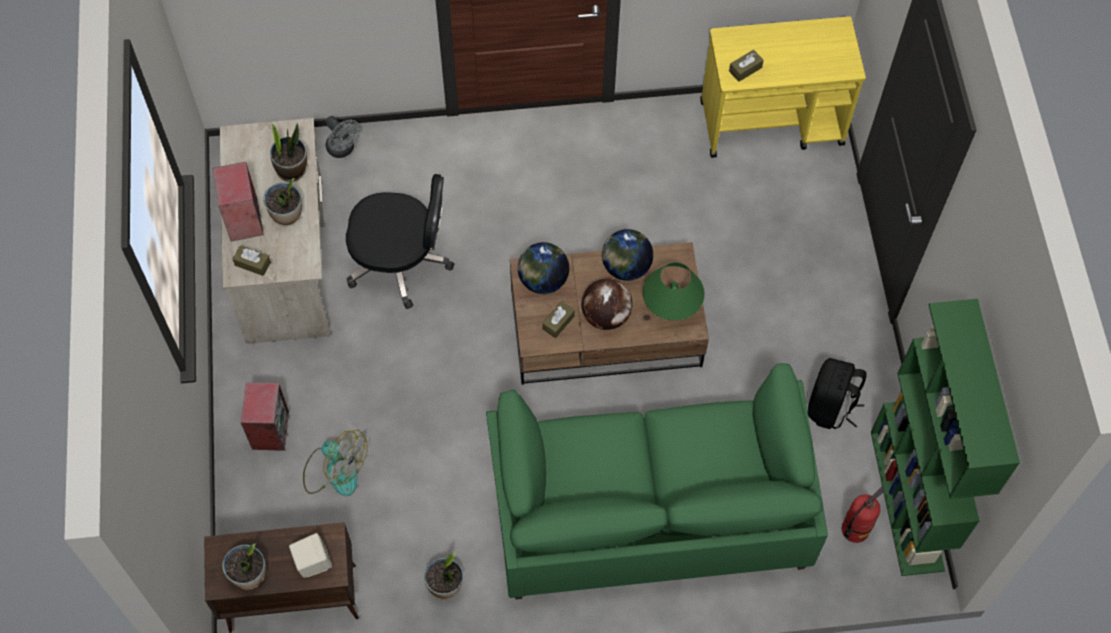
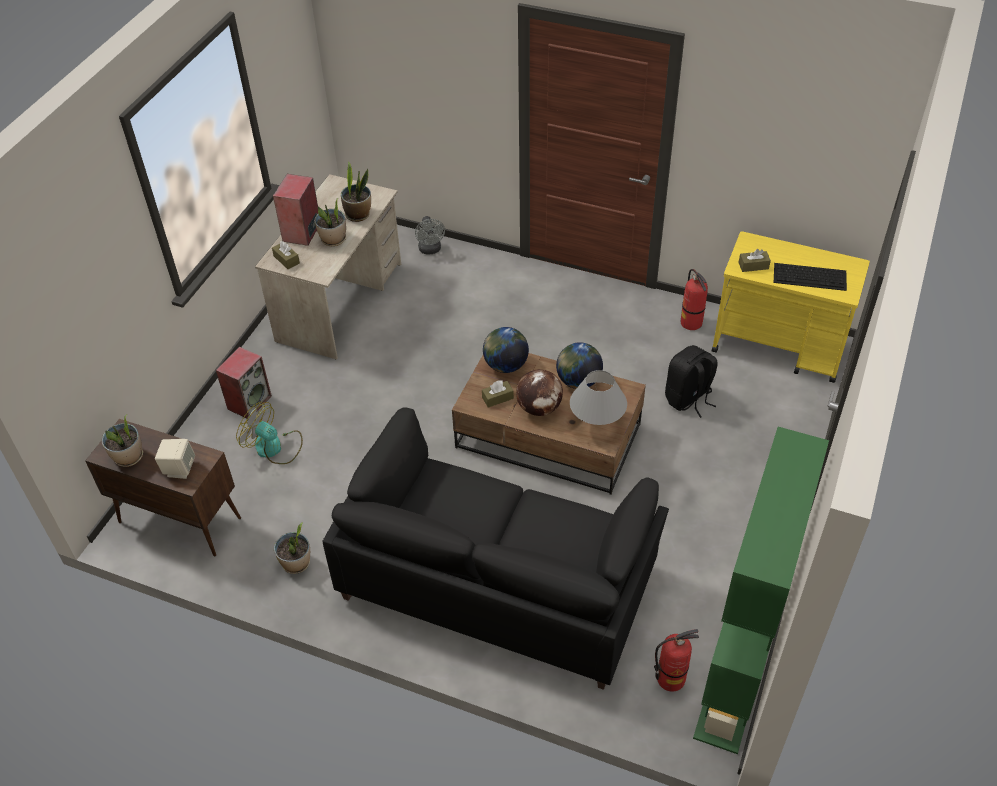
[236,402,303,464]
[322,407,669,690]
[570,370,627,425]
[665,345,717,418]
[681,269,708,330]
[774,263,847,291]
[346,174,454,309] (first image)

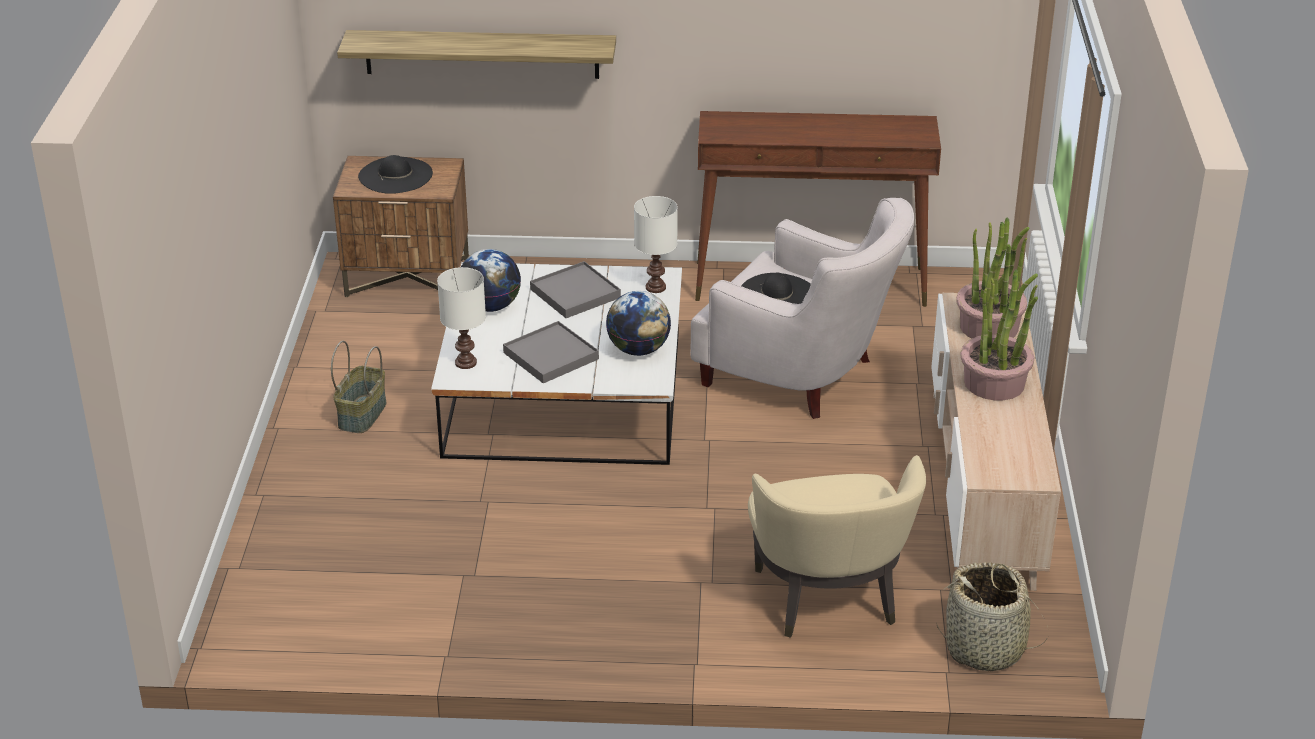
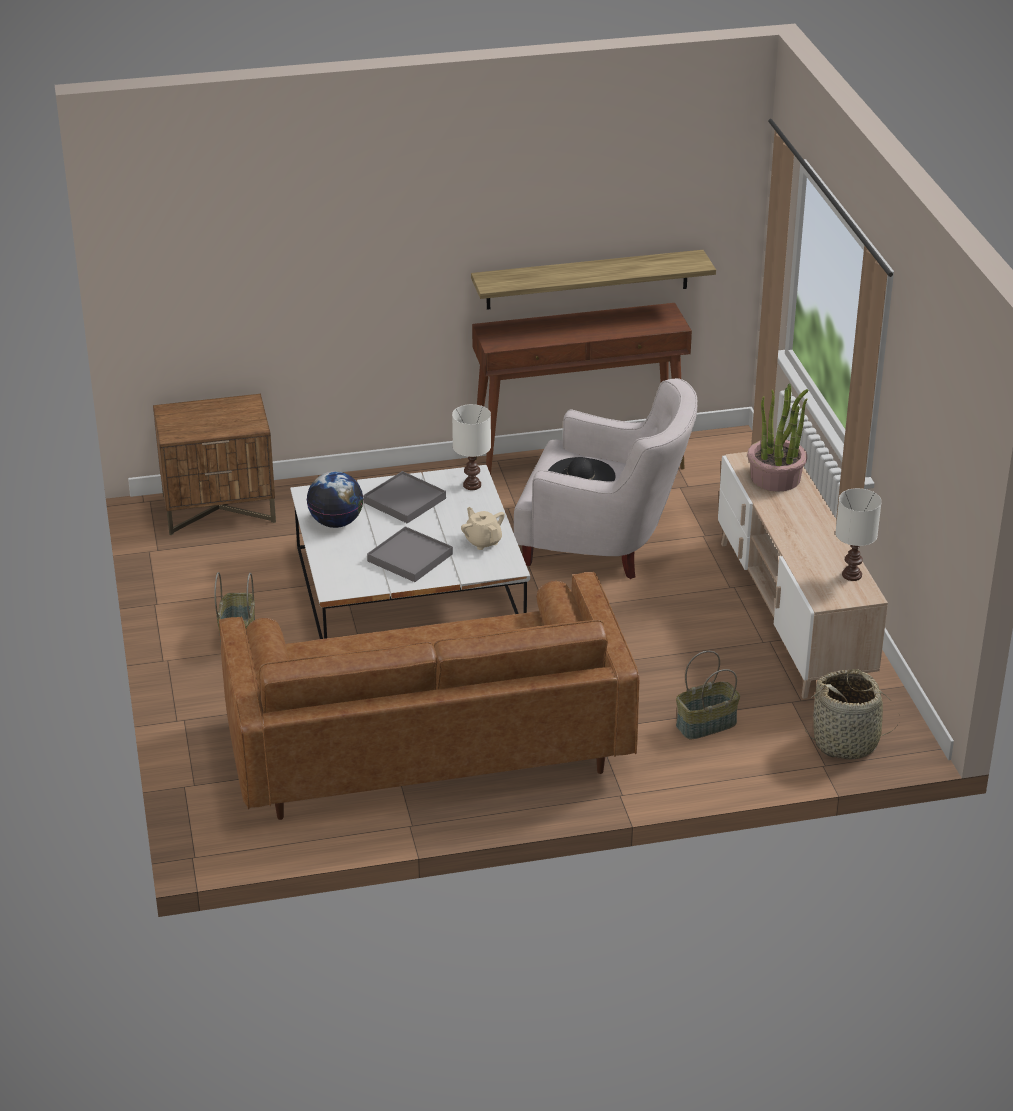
[219,572,639,820]
[461,507,505,550]
[471,250,716,310]
[676,651,740,739]
[835,488,882,581]
[358,155,433,194] (first image)
[961,269,1038,400] (first image)

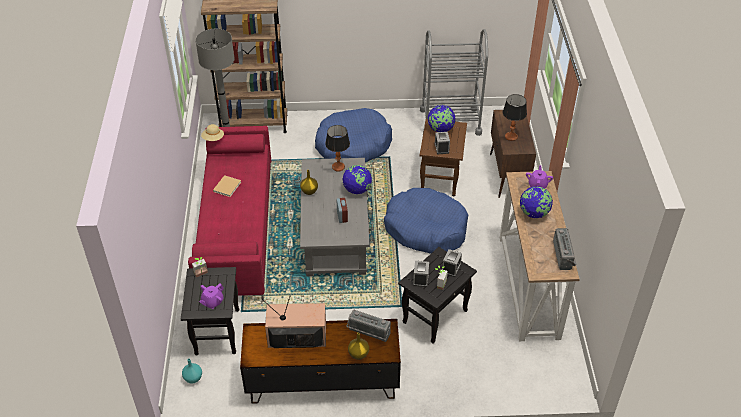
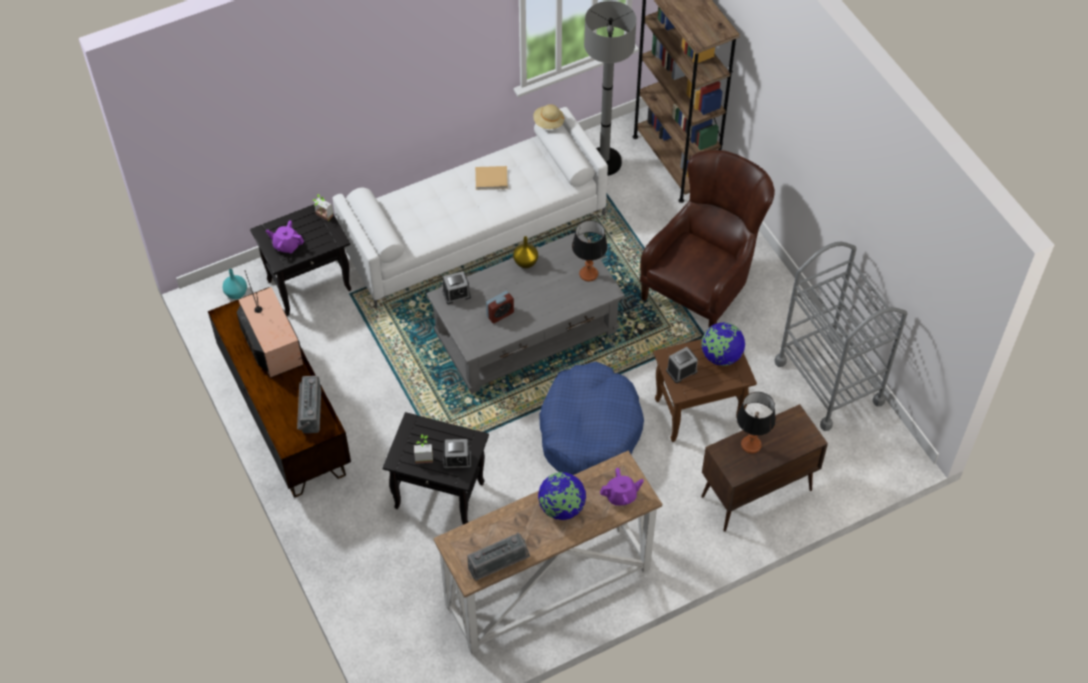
[333,107,608,308]
[442,271,471,304]
[640,150,775,328]
[343,165,372,194] (first image)
[348,333,369,360] (first image)

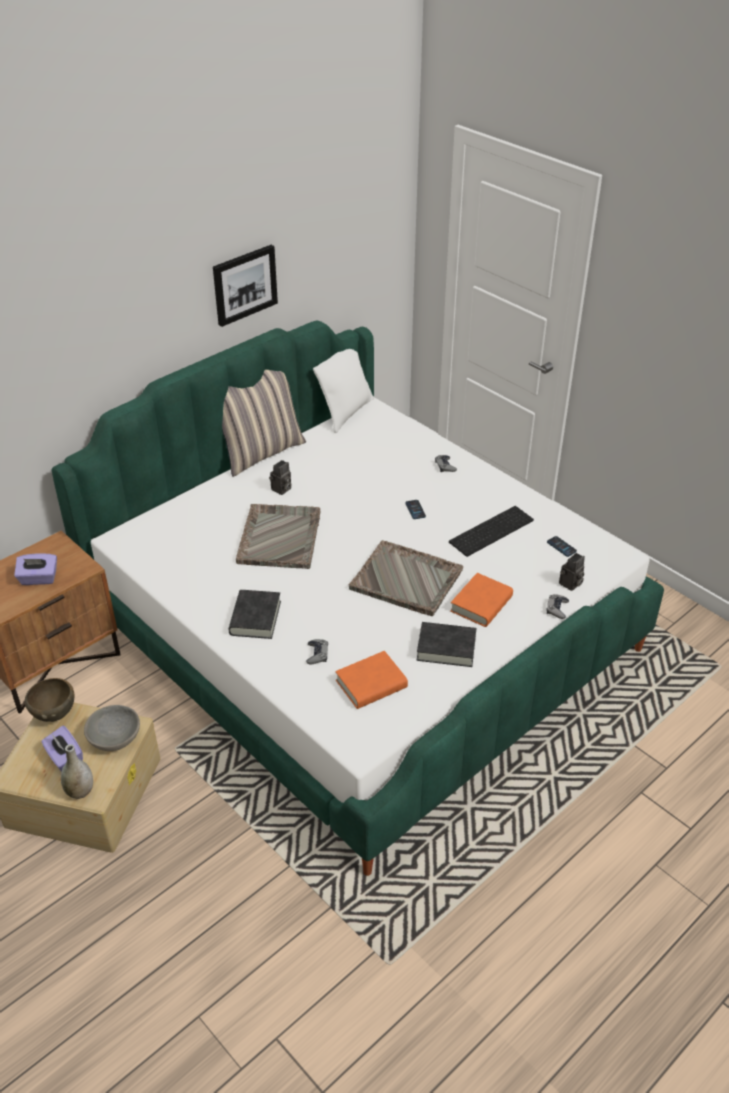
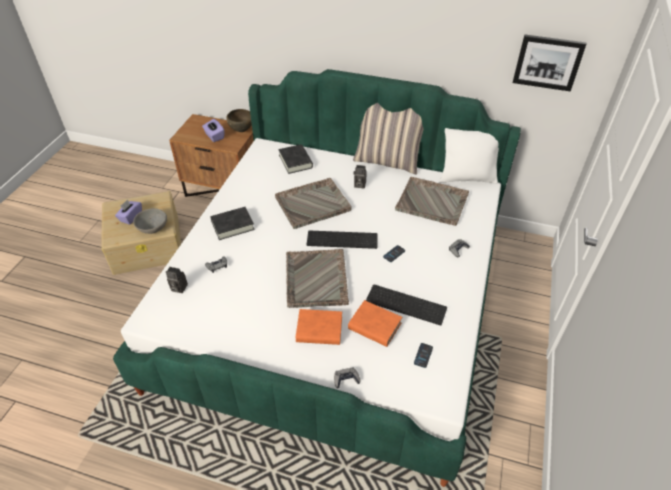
[166,267,188,293]
[226,109,252,132]
[279,144,313,174]
[307,231,377,249]
[348,300,402,347]
[395,177,469,226]
[513,35,586,91]
[61,744,93,799] (first image)

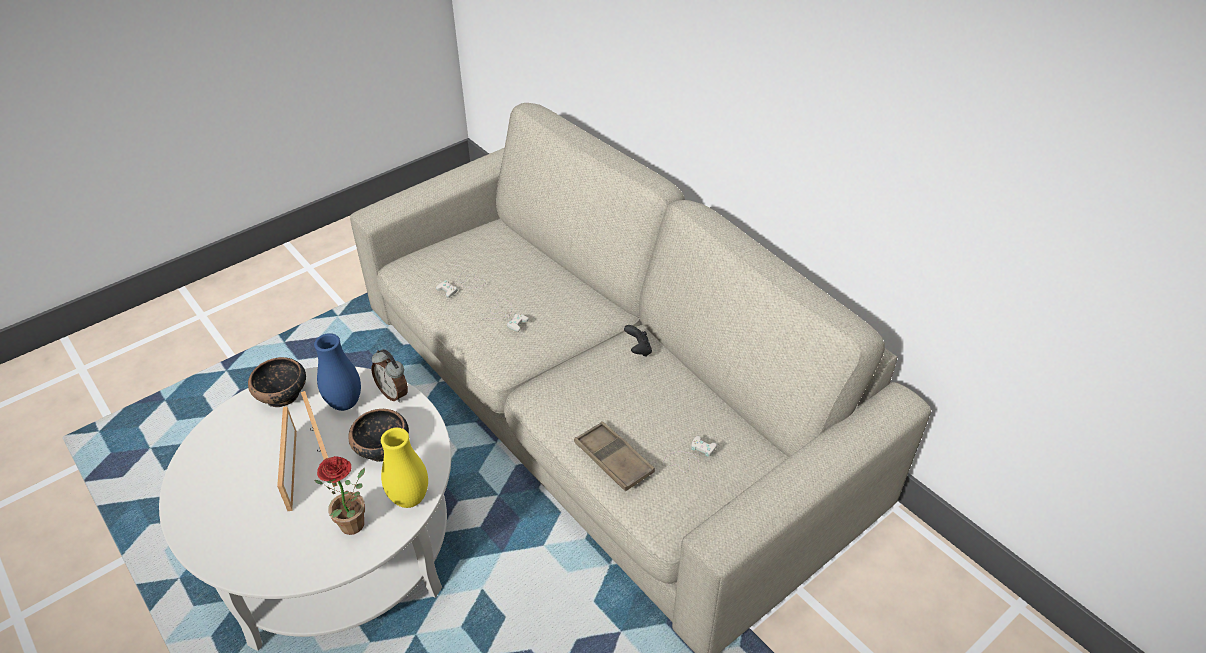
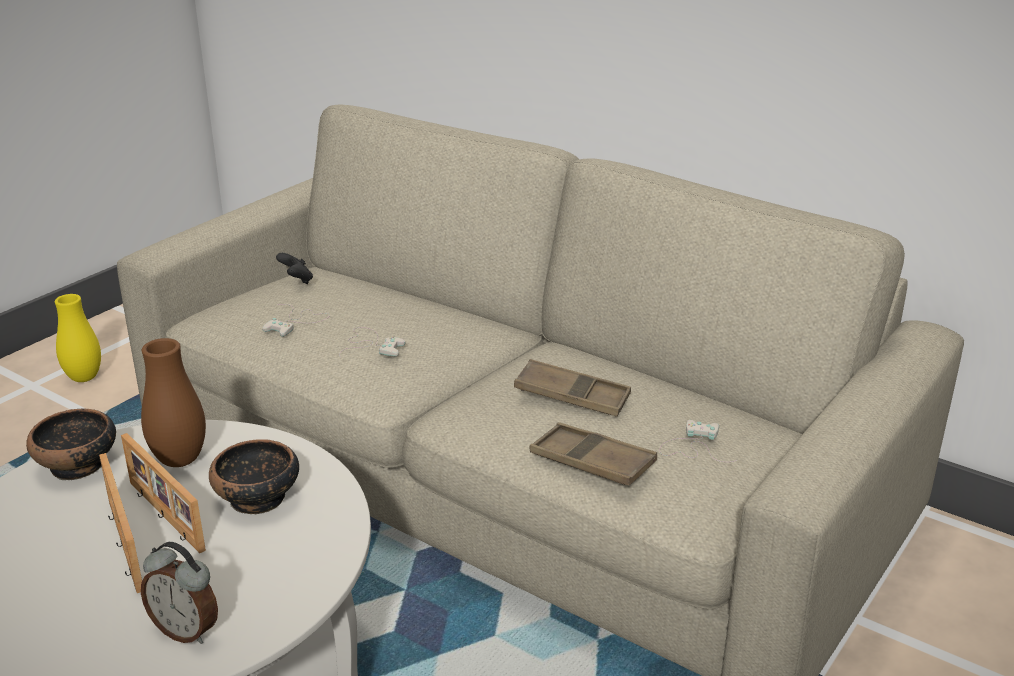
[55,294,101,382]
[141,338,206,467]
[141,542,218,644]
[276,253,313,284]
[514,359,631,417]
[314,456,365,535] (first image)

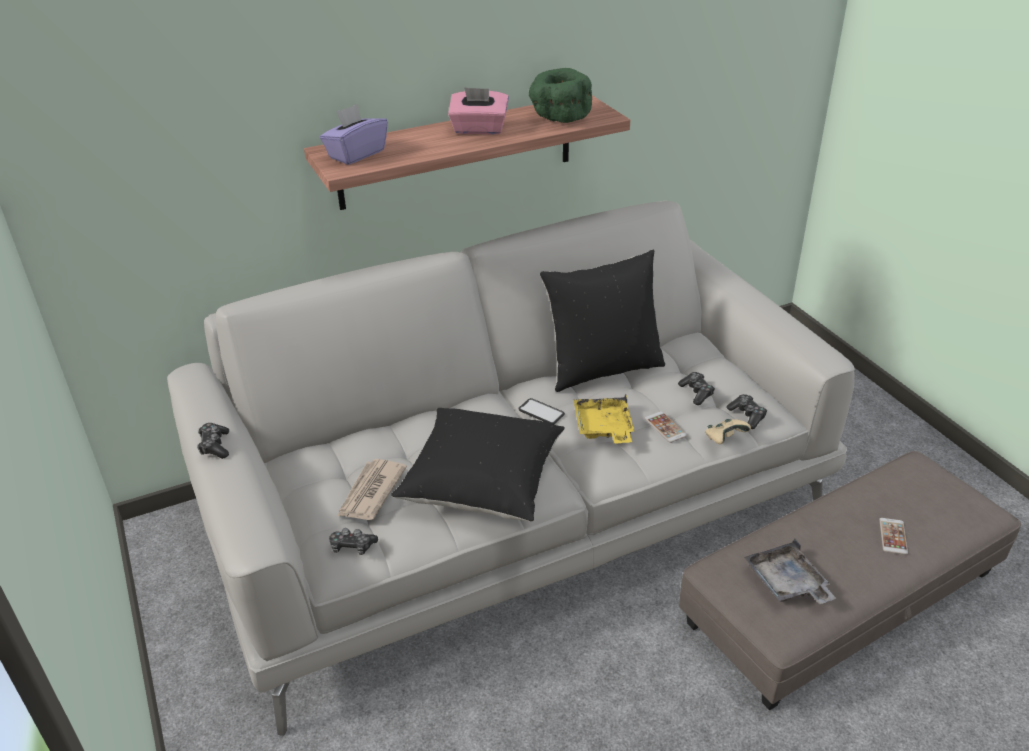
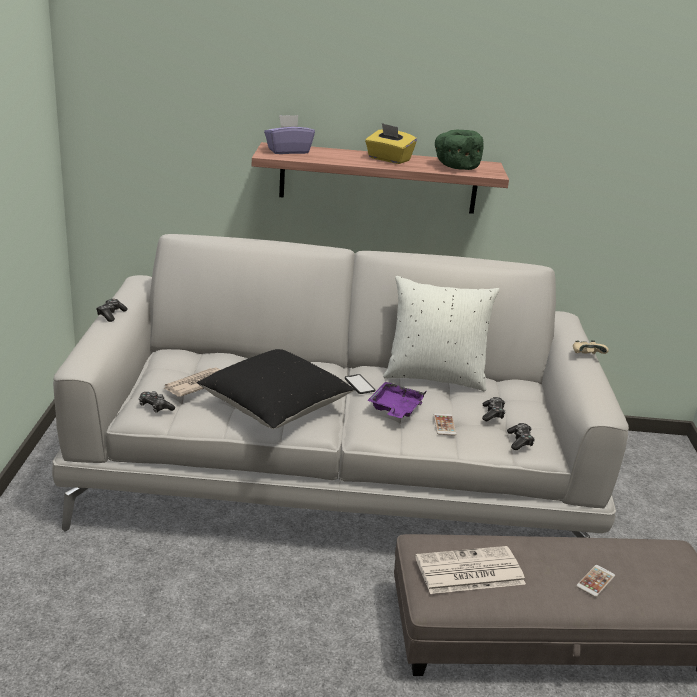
[365,123,417,164]
[367,382,427,418]
[383,276,499,391]
[415,546,526,594]
[573,340,609,354]

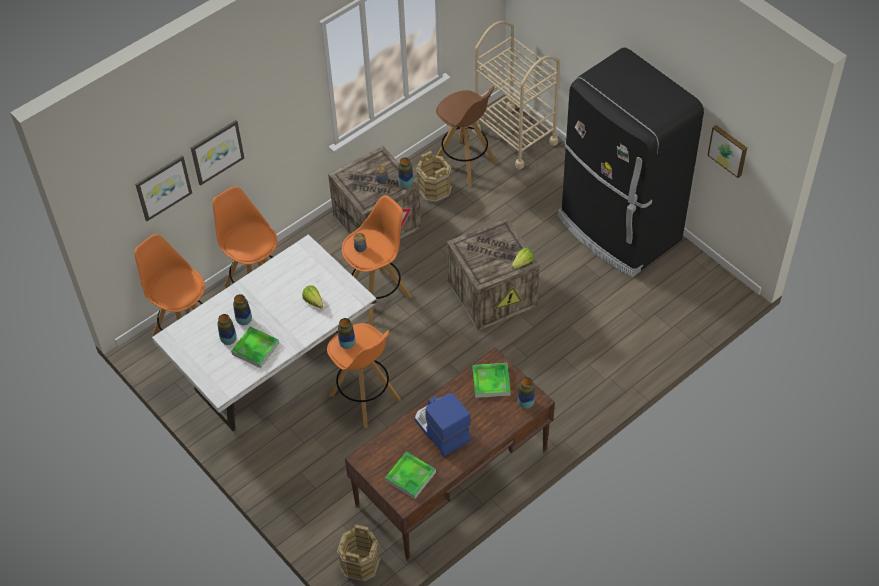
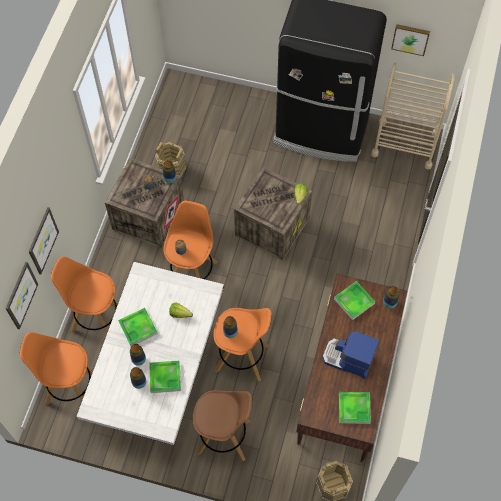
[118,308,158,346]
[193,390,252,461]
[371,61,455,169]

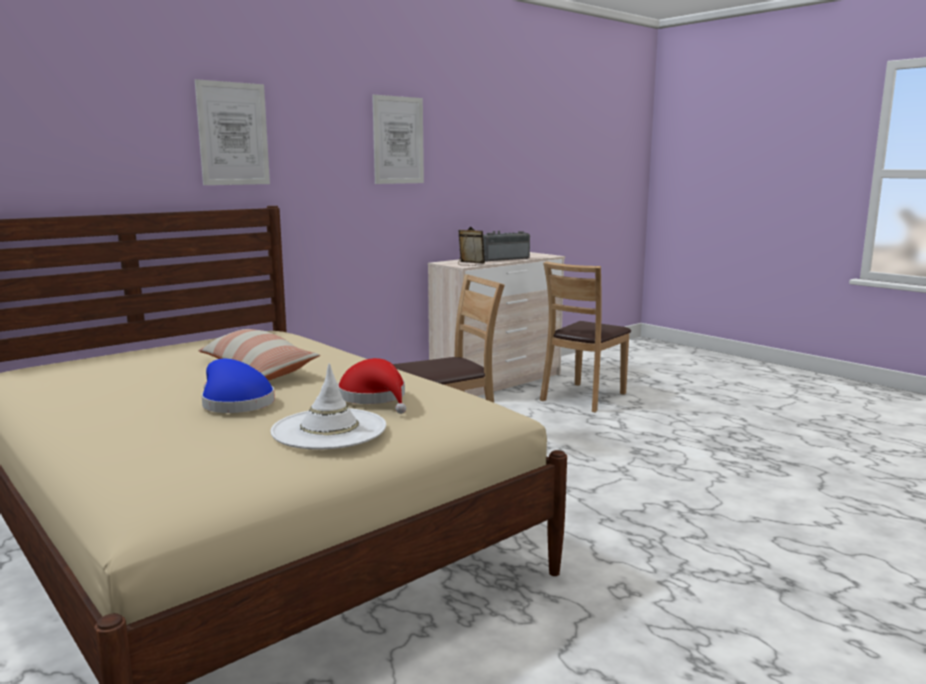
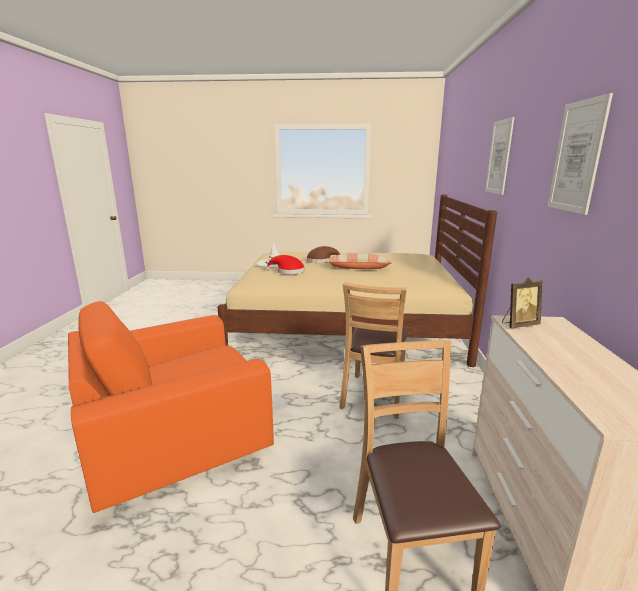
[68,301,274,513]
[306,246,340,263]
[483,231,530,262] (first image)

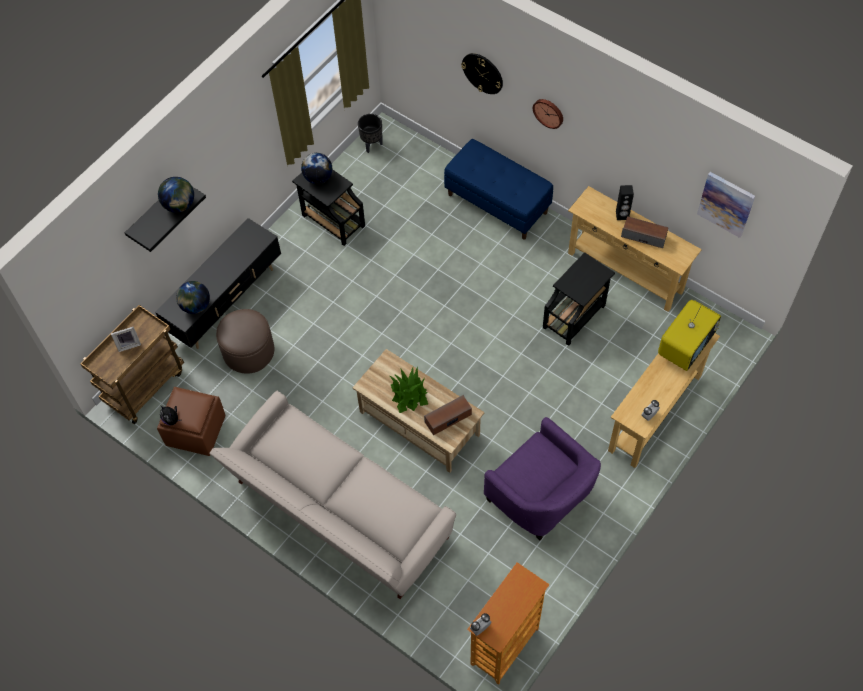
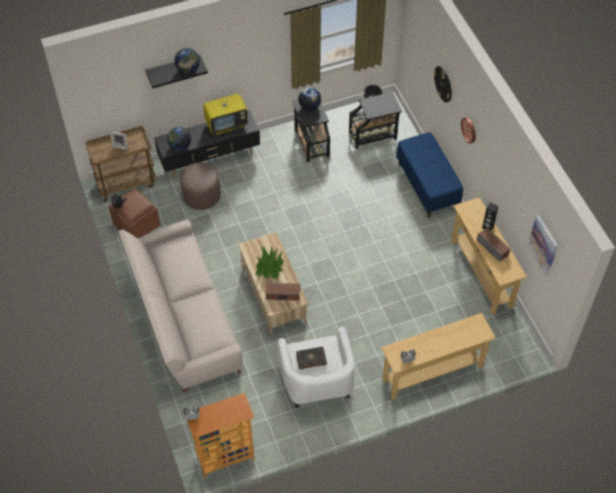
[203,91,248,135]
[278,327,354,408]
[296,347,327,369]
[349,92,402,149]

